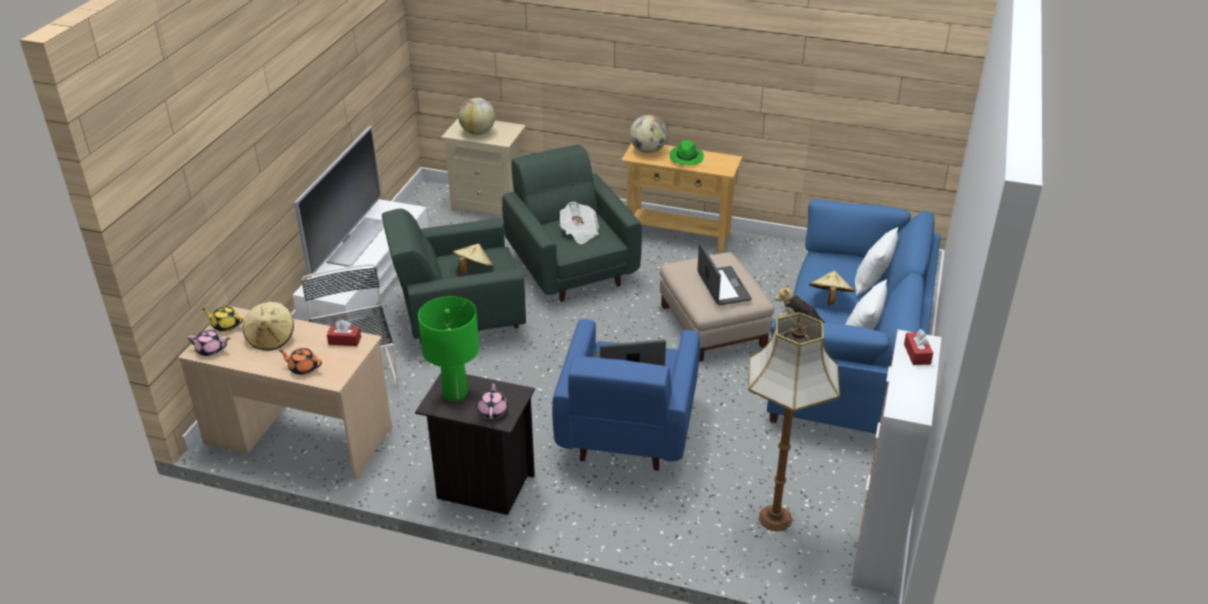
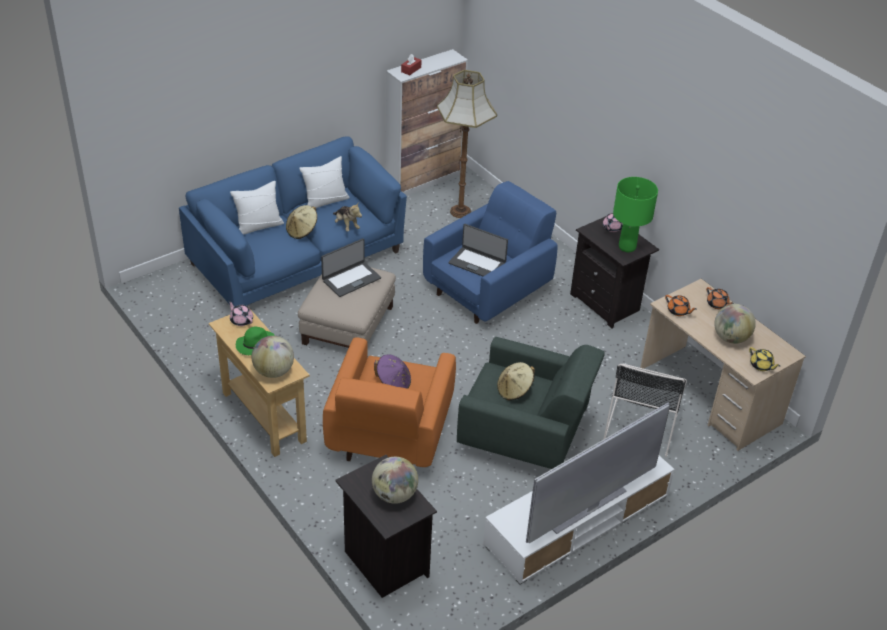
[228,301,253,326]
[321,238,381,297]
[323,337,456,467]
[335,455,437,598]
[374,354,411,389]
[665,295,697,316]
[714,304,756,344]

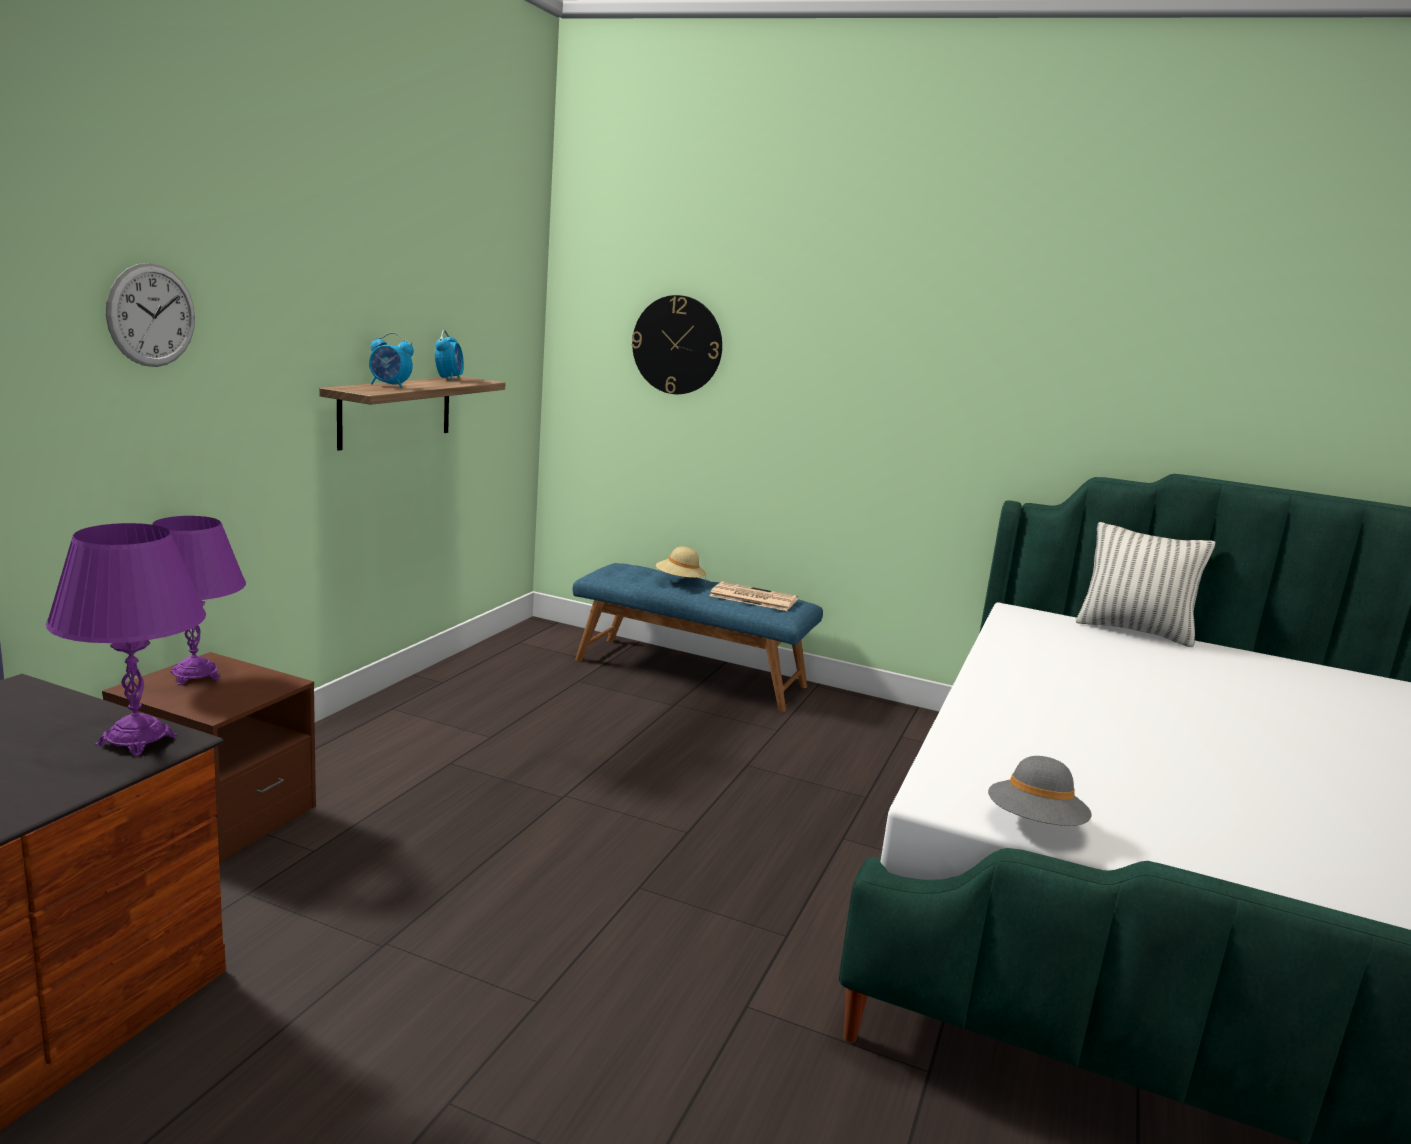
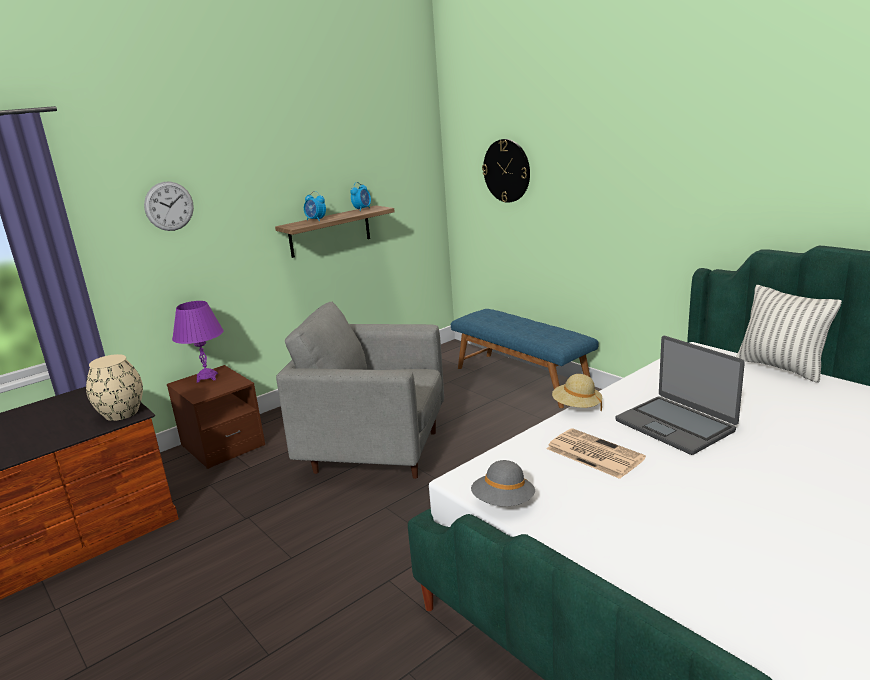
[86,354,143,421]
[276,302,444,479]
[546,428,646,479]
[552,374,602,411]
[616,336,745,455]

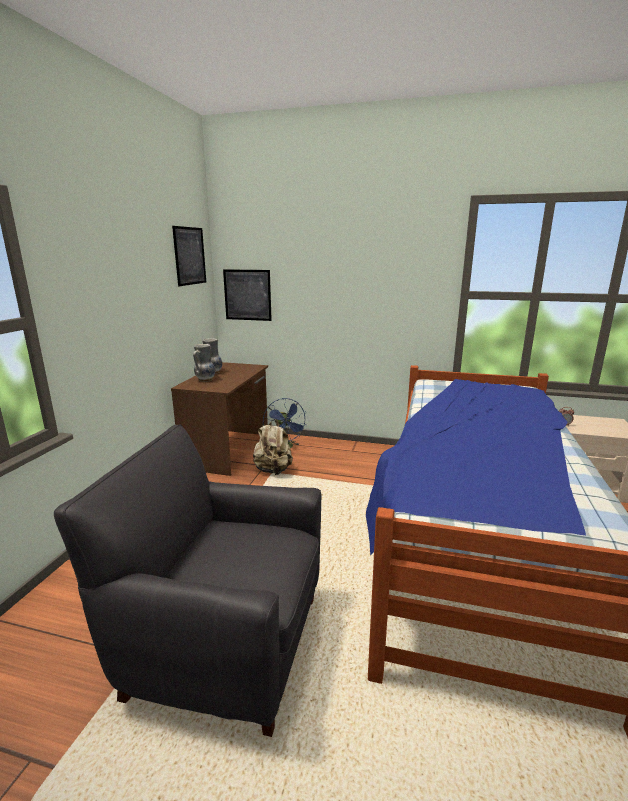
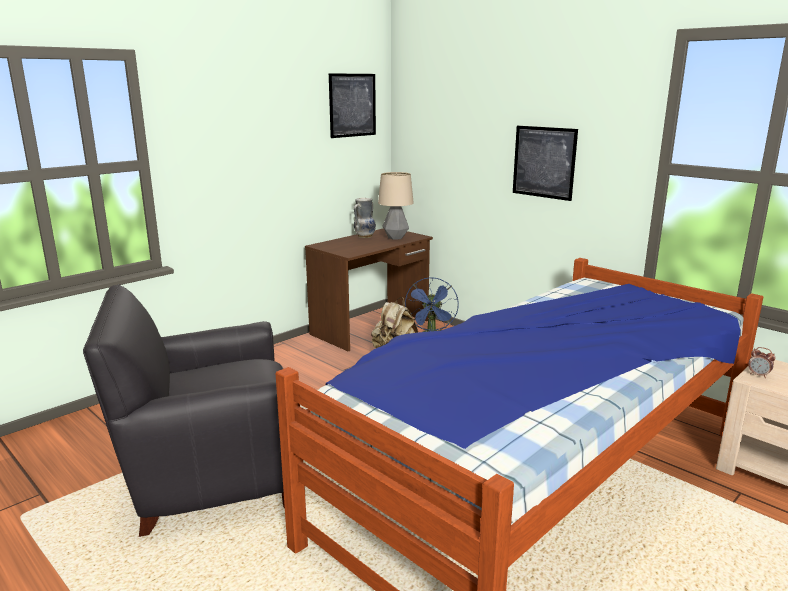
[83,284,285,537]
[378,172,414,240]
[513,126,578,201]
[193,344,215,382] (first image)

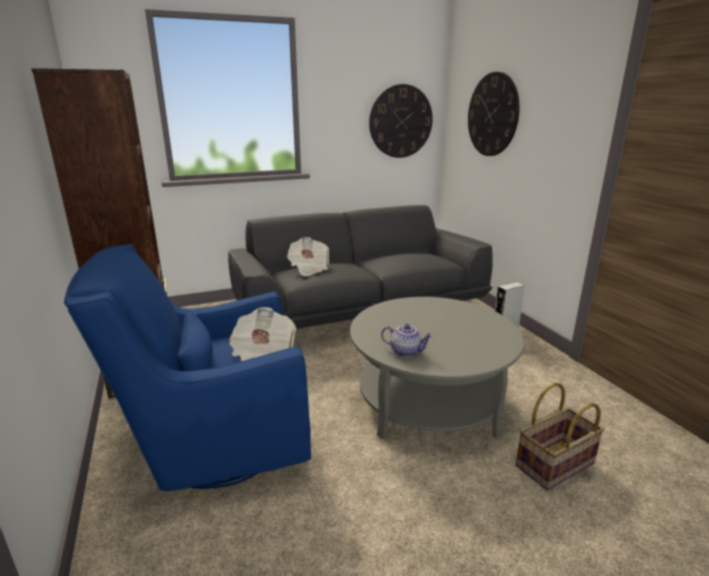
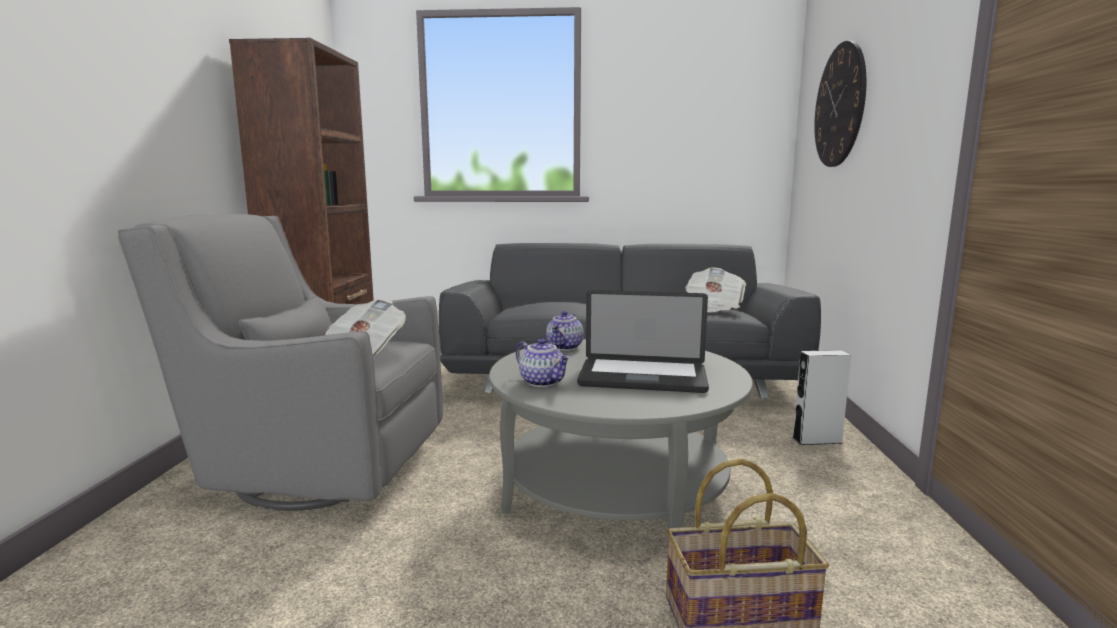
[118,214,443,511]
[546,311,584,351]
[577,290,709,393]
[685,267,746,312]
[369,84,433,158] (first image)

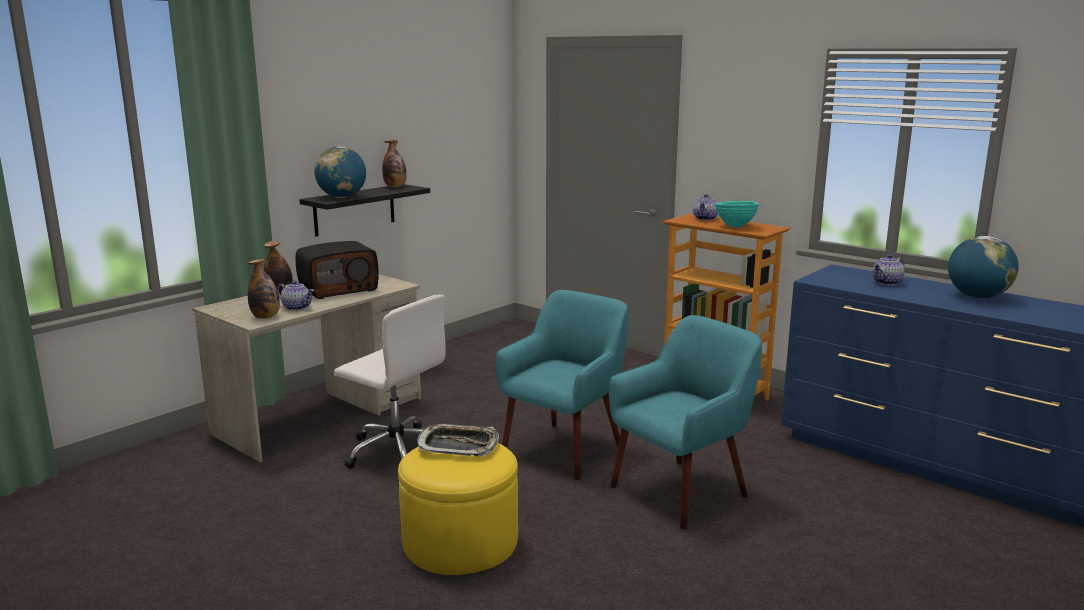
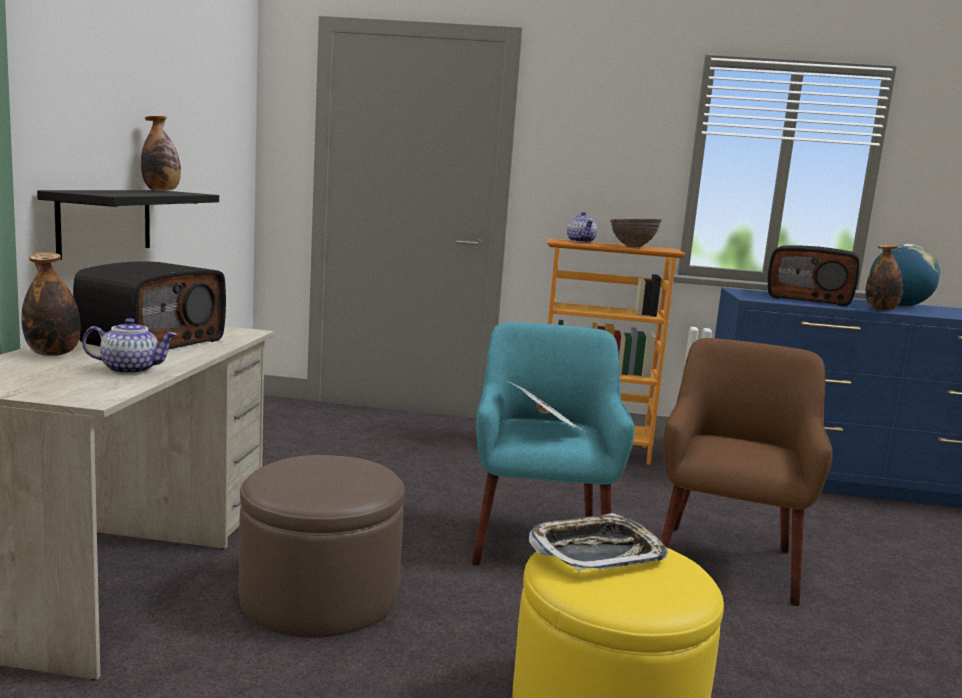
[239,455,405,638]
[507,381,590,433]
[610,219,661,248]
[661,338,833,606]
[768,245,859,306]
[865,244,903,311]
[314,147,366,198] (first image)

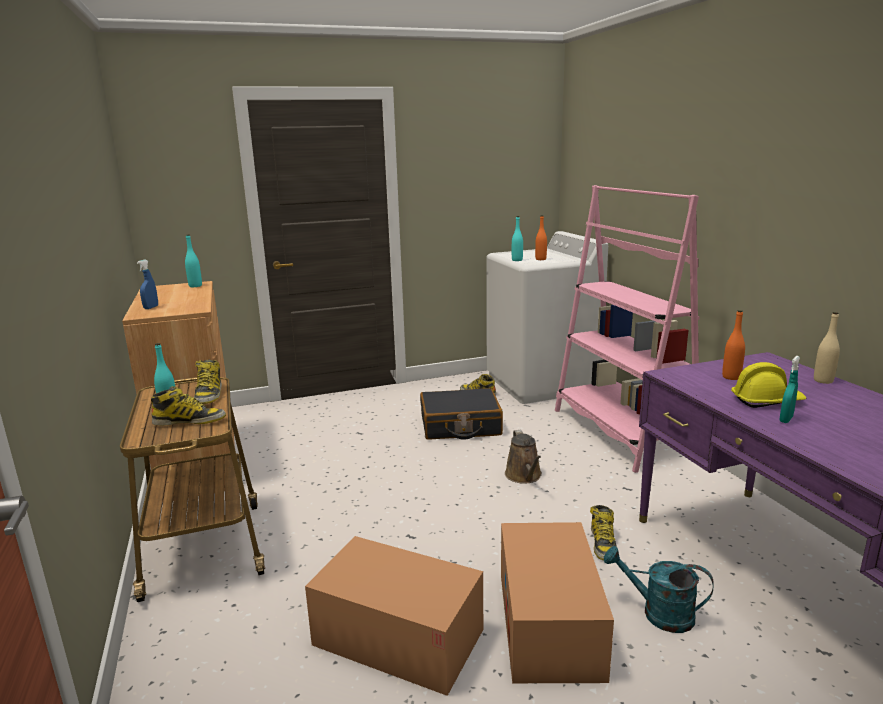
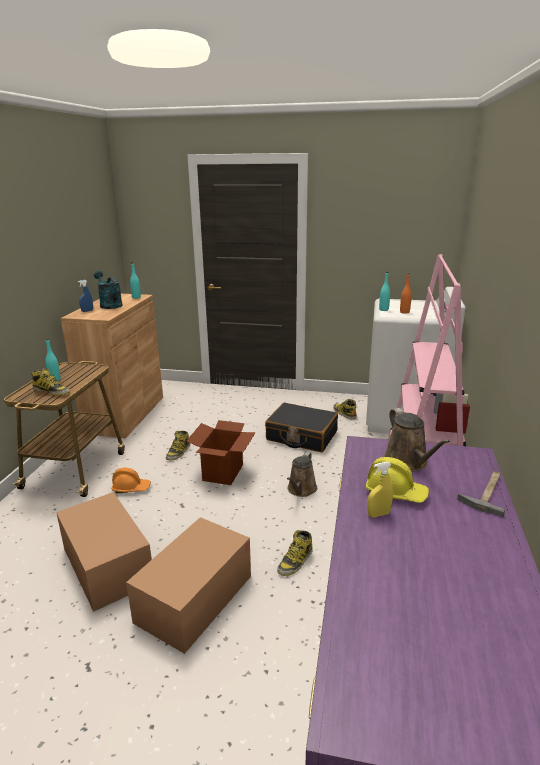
[94,271,123,309]
[111,468,151,493]
[166,431,190,461]
[186,420,256,485]
[368,462,393,517]
[384,408,450,472]
[457,471,505,517]

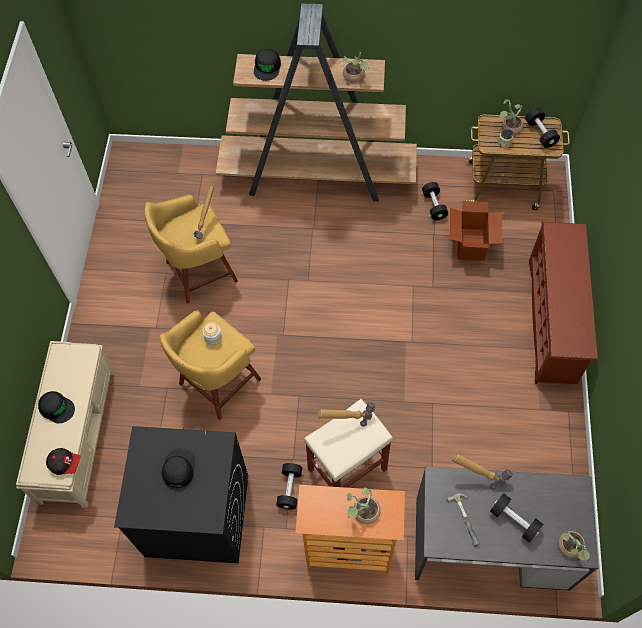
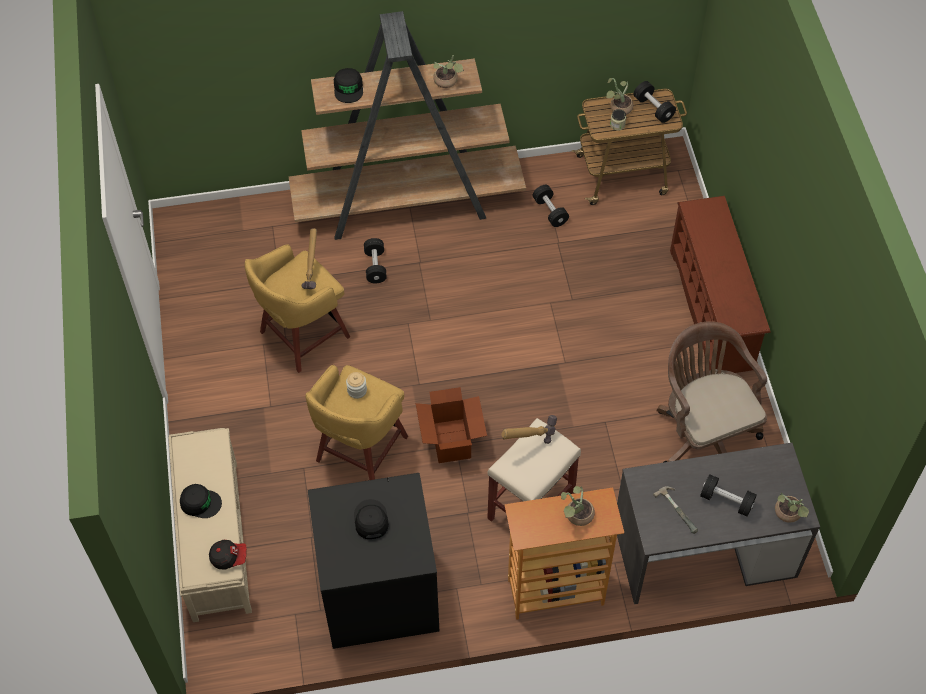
[364,238,387,283]
[416,387,487,463]
[657,321,767,463]
[452,454,513,490] (first image)

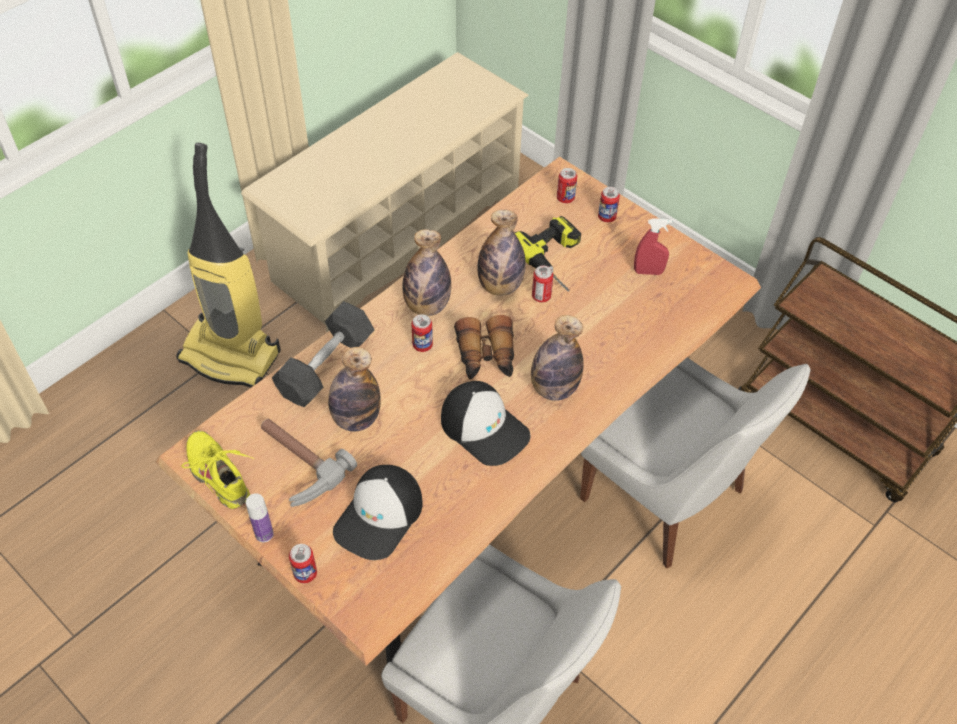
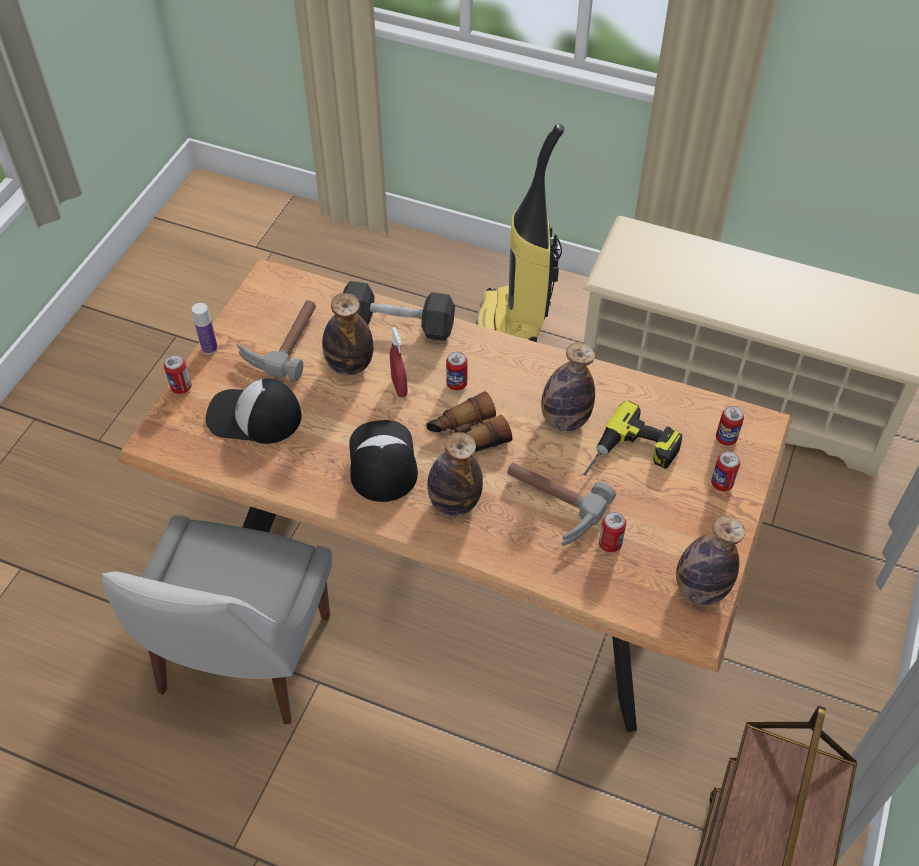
[349,420,418,502]
[390,327,408,398]
[507,462,616,546]
[599,512,626,552]
[676,515,745,605]
[181,431,255,509] (first image)
[580,357,810,569] (first image)

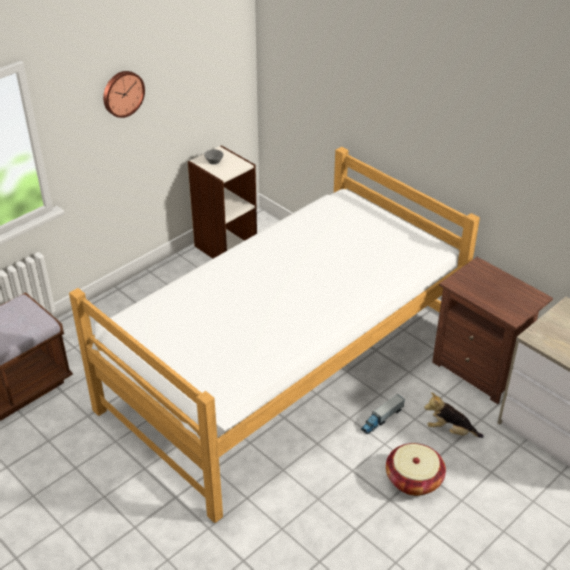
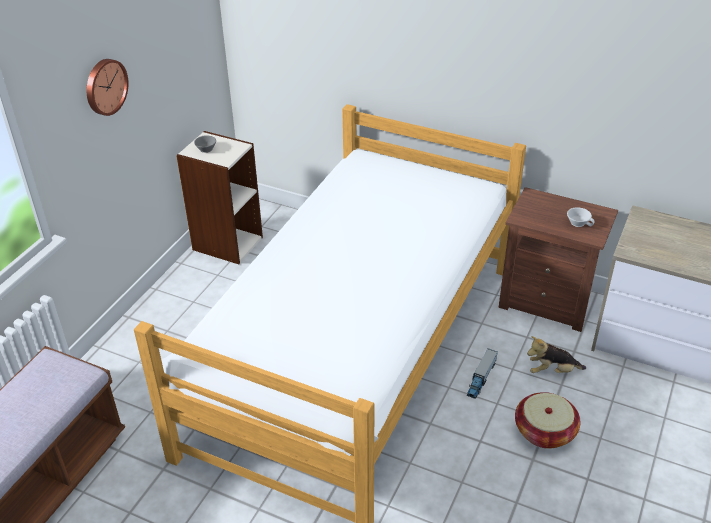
[567,207,595,227]

